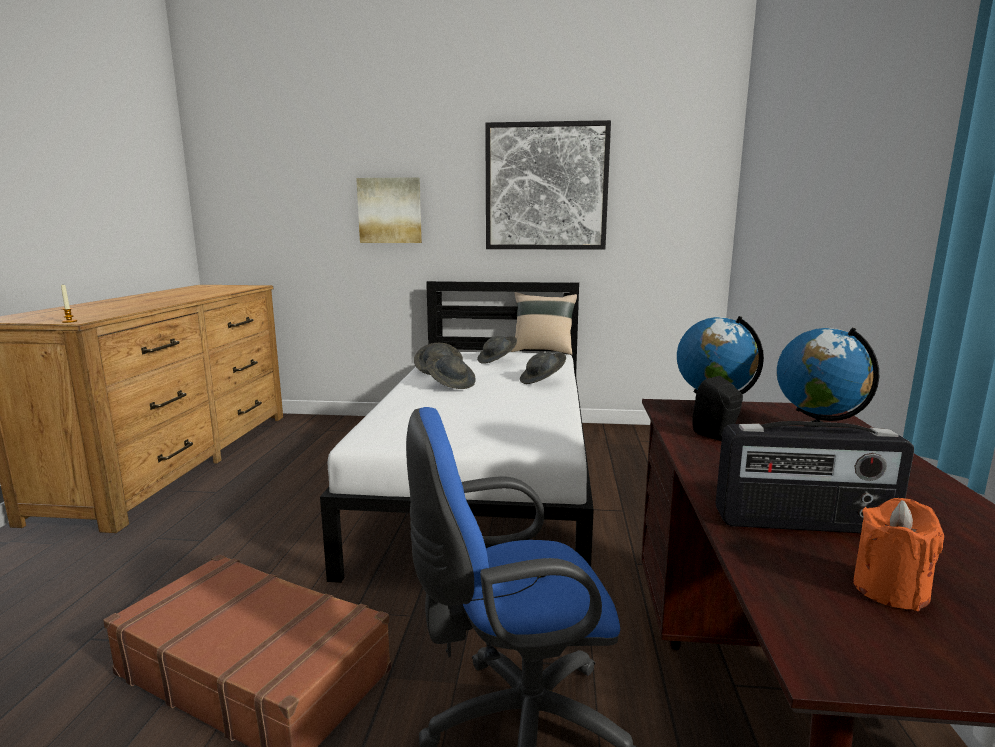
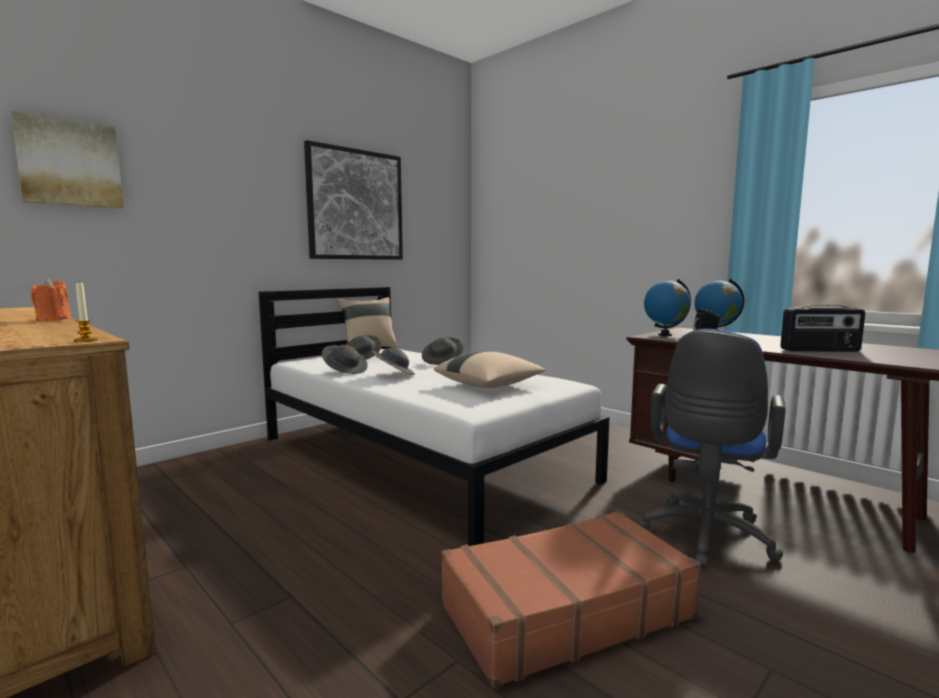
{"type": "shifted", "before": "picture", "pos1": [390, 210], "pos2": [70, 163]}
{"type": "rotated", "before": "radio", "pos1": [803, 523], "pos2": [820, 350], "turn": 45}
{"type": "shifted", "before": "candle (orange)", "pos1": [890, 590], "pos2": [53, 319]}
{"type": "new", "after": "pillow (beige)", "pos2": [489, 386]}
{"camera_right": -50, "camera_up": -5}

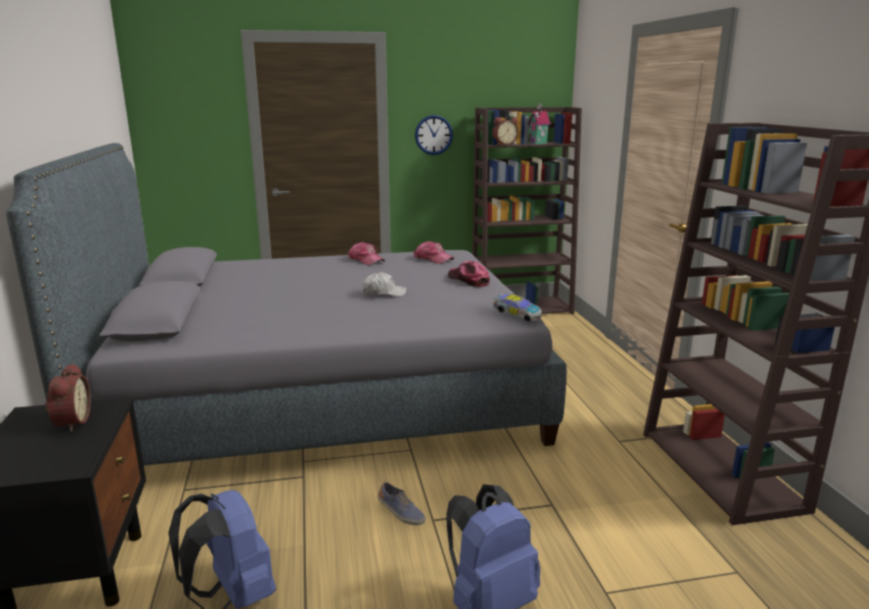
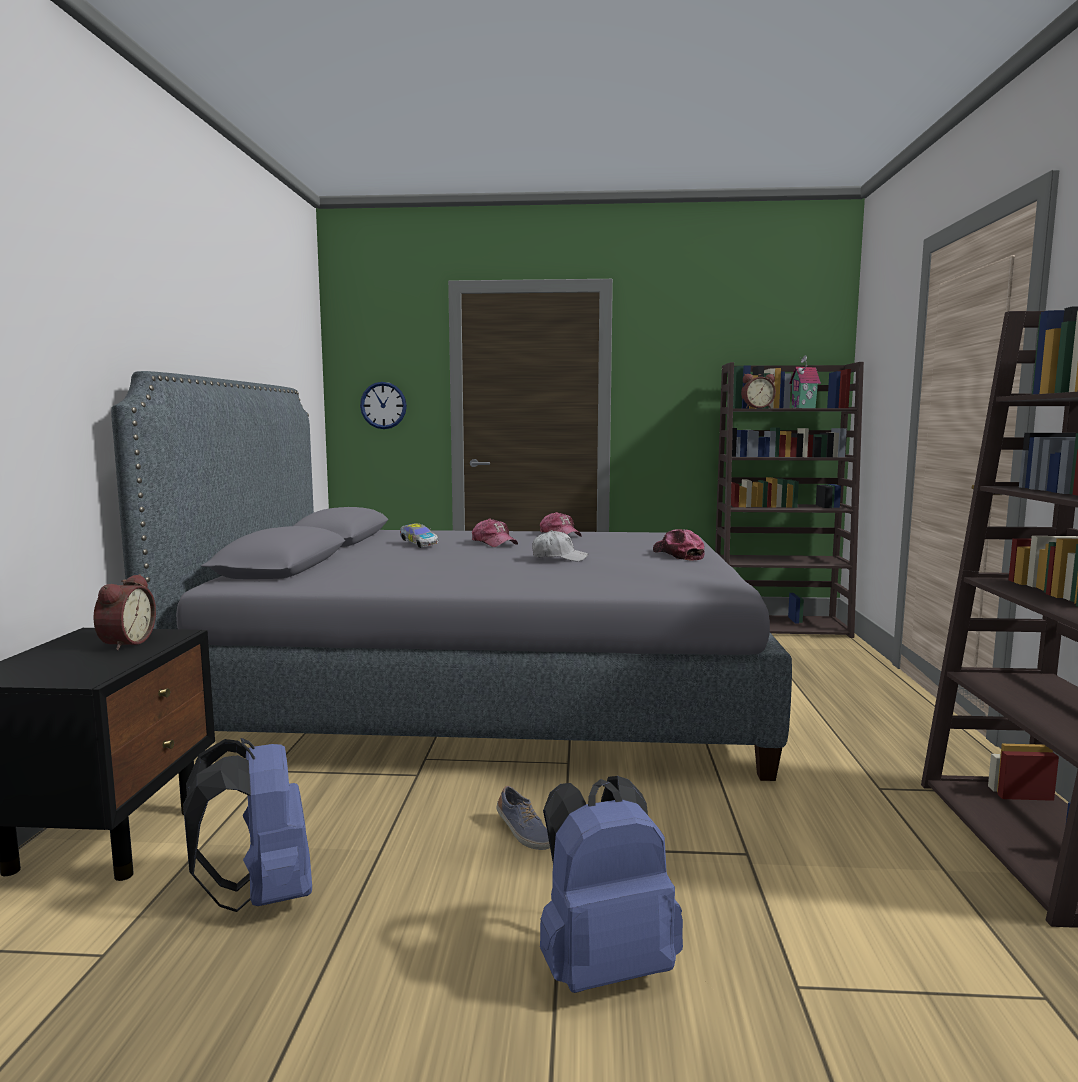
{"type": "shifted", "before": "cap", "pos1": [433, 259], "pos2": [494, 543]}
{"type": "shifted", "before": "wall clock", "pos1": [433, 135], "pos2": [383, 405]}
{"type": "shifted", "before": "toy car", "pos1": [516, 315], "pos2": [418, 544]}
{"camera_right": 15, "camera_up": -10}

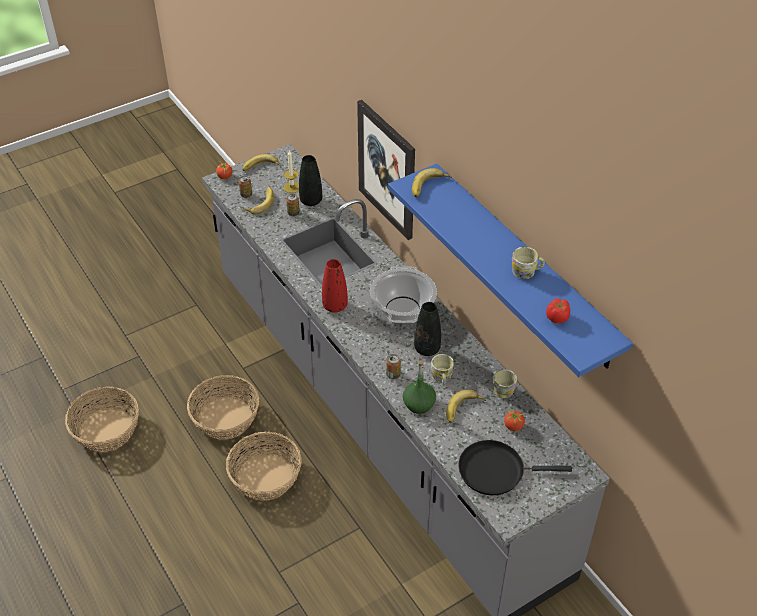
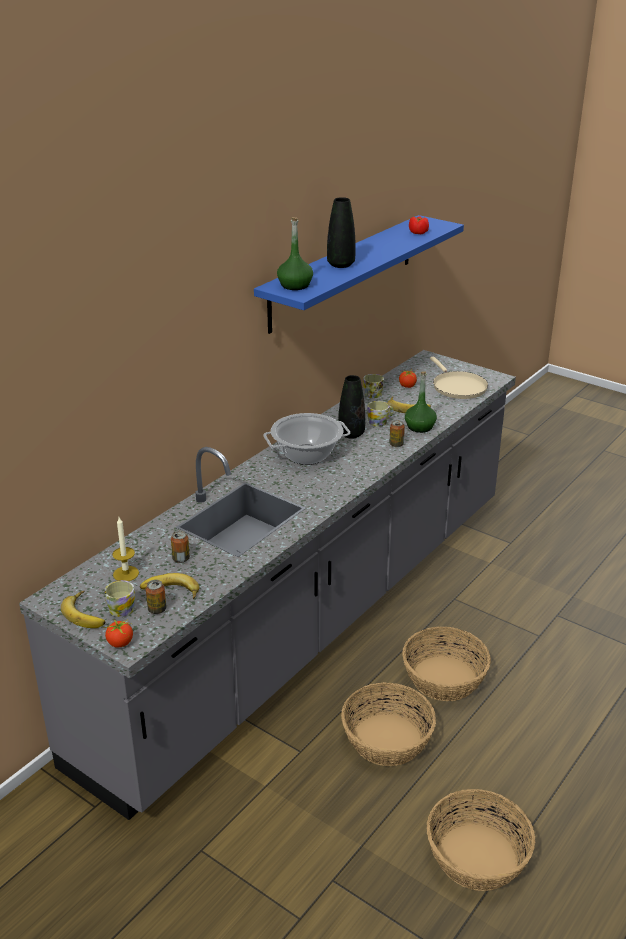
{"type": "shifted", "before": "vase (black)", "pos1": [311, 201], "pos2": [340, 265]}
{"type": "gone", "before": "vase (red)", "pos1": [335, 306]}
{"type": "gone", "before": "picture", "pos1": [387, 169]}
{"type": "swapped", "before": "banana", "after": "bottle (green)", "pos1": [430, 187], "pos2": [295, 285]}
{"type": "repainted", "before": "frying pan (black)", "after": "frying pan (beige)", "pos1": [495, 470], "pos2": [457, 387]}
{"type": "shifted", "before": "mug", "pos1": [526, 271], "pos2": [120, 607]}
{"camera_right": -110, "camera_up": -15}

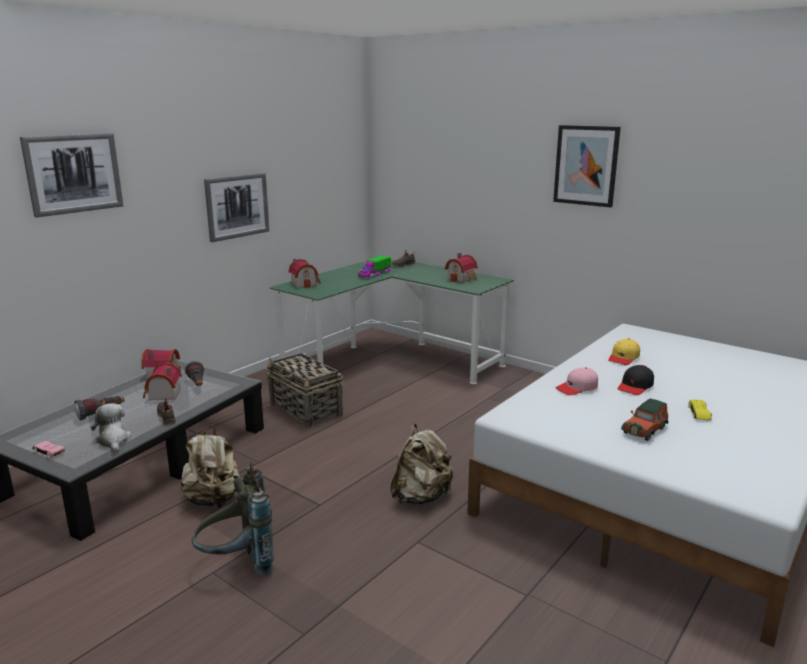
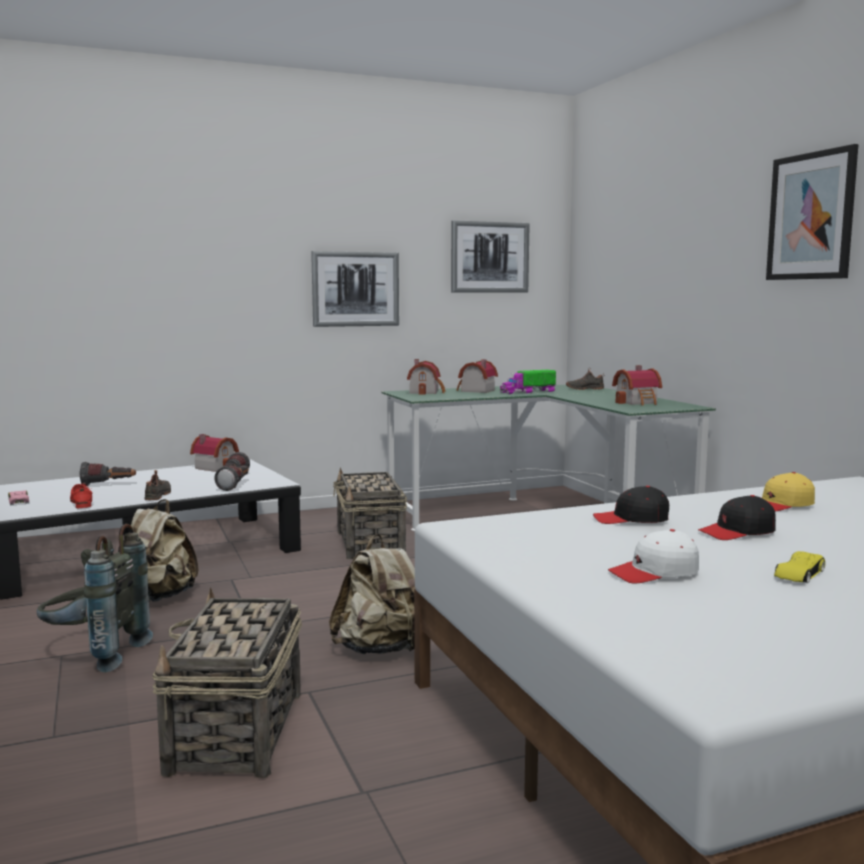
{"type": "shifted", "before": "picture", "pos1": [74, 173], "pos2": [489, 257]}
{"type": "swapped", "before": "plush toy", "after": "shoe (red)", "pos1": [113, 440], "pos2": [81, 503]}
{"type": "shifted", "before": "toy house", "pos1": [162, 395], "pos2": [475, 390]}
{"type": "repainted", "before": "cap (pink)", "after": "cap (black)", "pos1": [577, 388], "pos2": [631, 519]}
{"type": "swapped", "before": "toy car", "after": "cap (white)", "pos1": [645, 430], "pos2": [654, 572]}
{"type": "new", "after": "basket", "pos2": [236, 733]}
{"type": "new", "after": "flashlight", "pos2": [236, 486]}
{"camera_right": 30, "camera_up": -10}

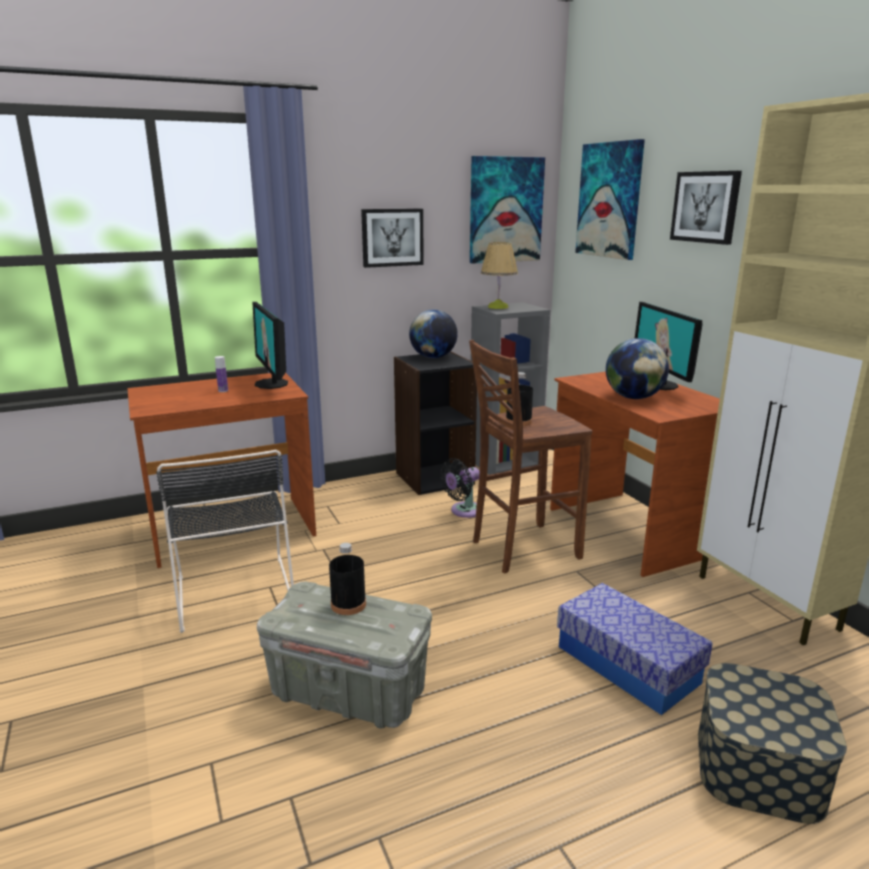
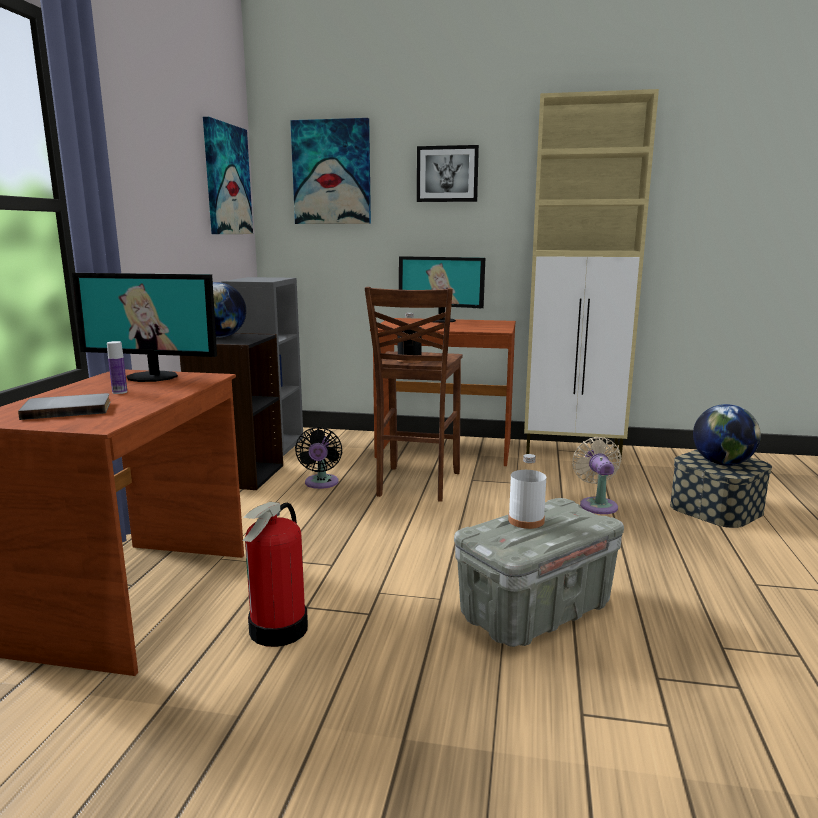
{"type": "swapped", "before": "chair (black)", "after": "fire extinguisher", "pos1": [234, 589], "pos2": [279, 629]}
{"type": "repainted", "before": "bottle (black)", "after": "bottle (white)", "pos1": [348, 604], "pos2": [526, 520]}
{"type": "gone", "before": "picture", "pos1": [392, 237]}
{"type": "gone", "before": "table lamp", "pos1": [498, 307]}
{"type": "swapped", "before": "storage box", "after": "fan (beige)", "pos1": [627, 664], "pos2": [597, 504]}
{"type": "shifted", "before": "globe", "pos1": [633, 397], "pos2": [722, 463]}
{"type": "new", "after": "book (grey)", "pos2": [68, 409]}
{"camera_right": -55, "camera_up": -5}

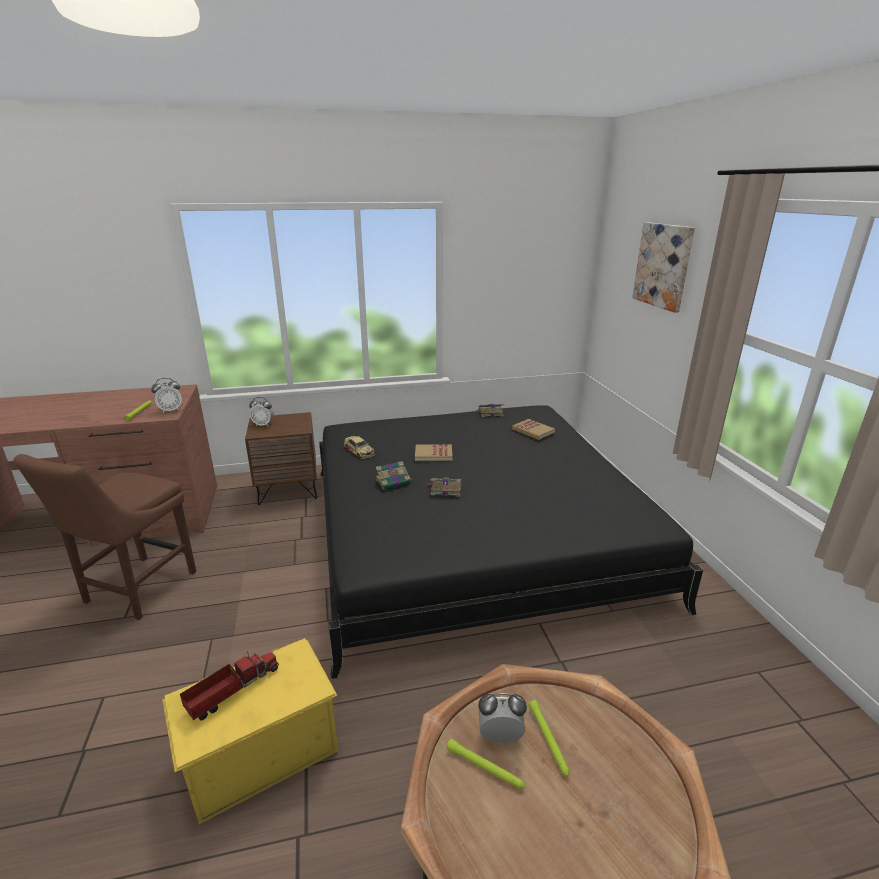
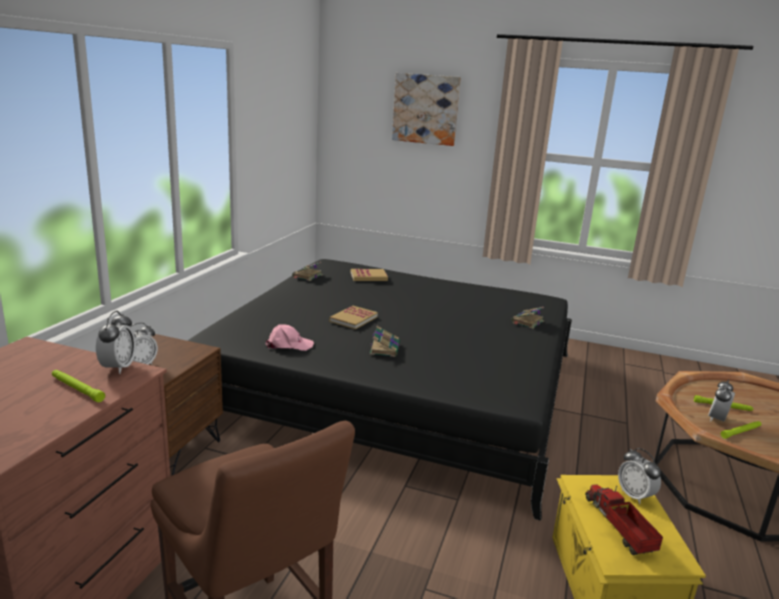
{"type": "swapped", "before": "toy car", "after": "cap (pink)", "pos1": [359, 451], "pos2": [288, 345]}
{"type": "shifted", "before": "book", "pos1": [445, 489], "pos2": [527, 322]}
{"type": "new", "after": "alarm clock", "pos2": [635, 496]}
{"camera_right": -60, "camera_up": -5}

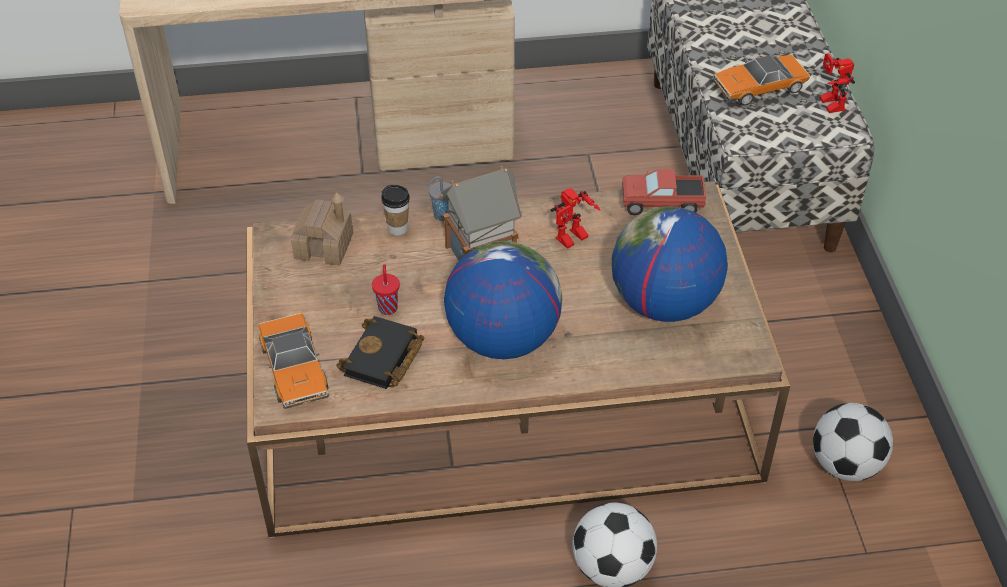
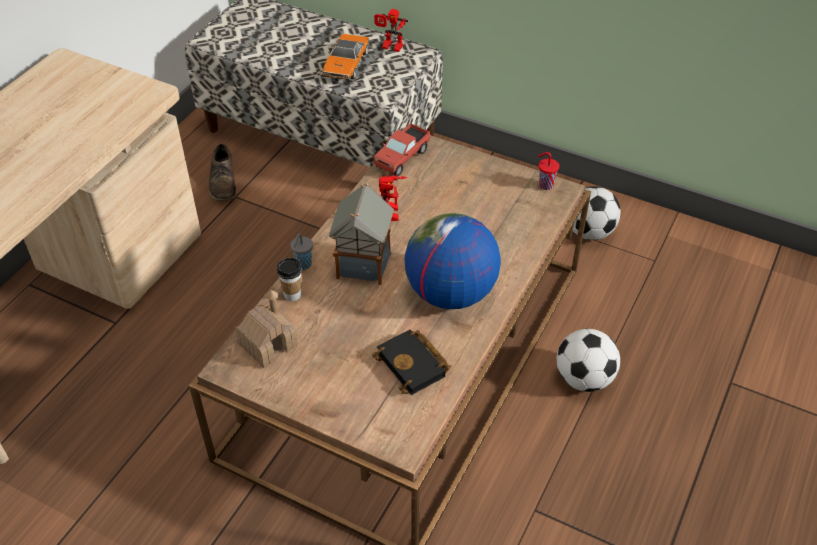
{"type": "gone", "before": "toy car", "pos1": [294, 370]}
{"type": "shifted", "before": "cup (red)", "pos1": [388, 307], "pos2": [545, 185]}
{"type": "gone", "before": "globe", "pos1": [663, 303]}
{"type": "new", "after": "shoe (brown)", "pos2": [223, 182]}
{"camera_right": -55, "camera_up": 0}

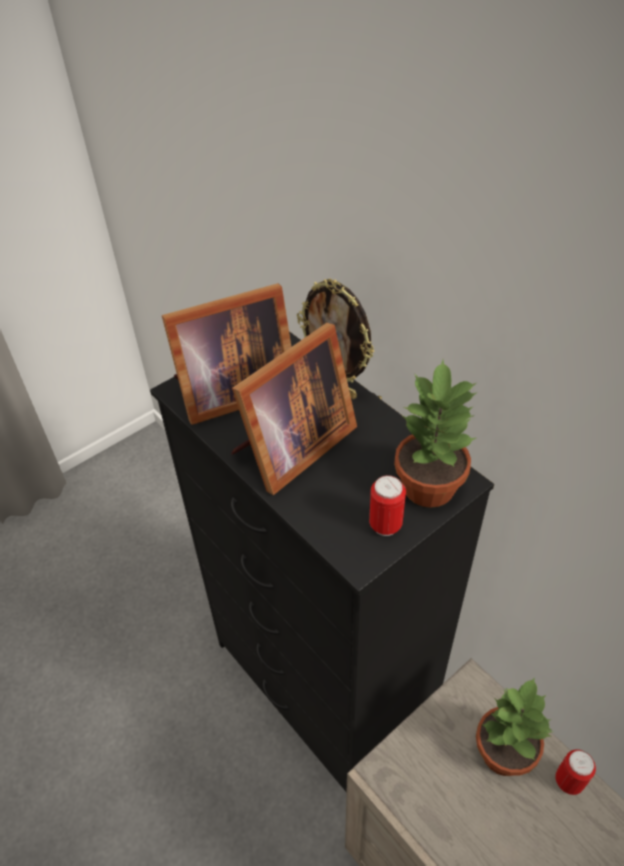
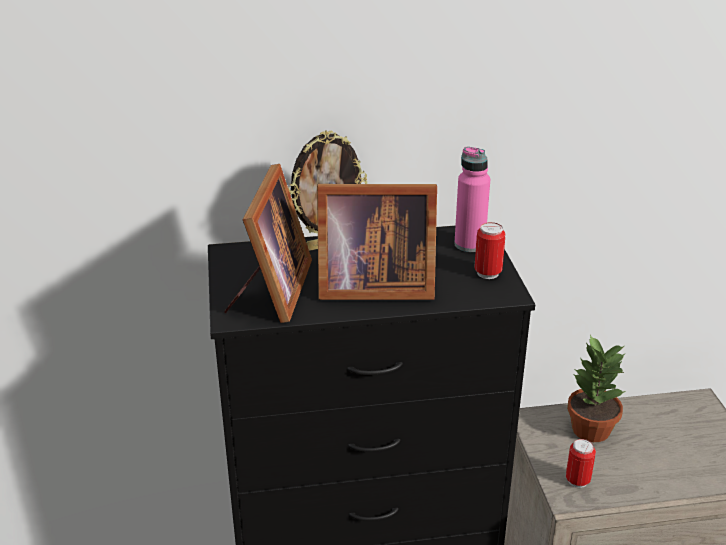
{"type": "rotated", "before": "picture frame", "pos1": [291, 449], "pos2": [371, 285], "turn": 105}
{"type": "swapped", "before": "potted plant", "after": "bottle (pink)", "pos1": [430, 486], "pos2": [469, 244]}
{"type": "shifted", "before": "can", "pos1": [568, 781], "pos2": [577, 481]}
{"camera_right": -60, "camera_up": -15}

